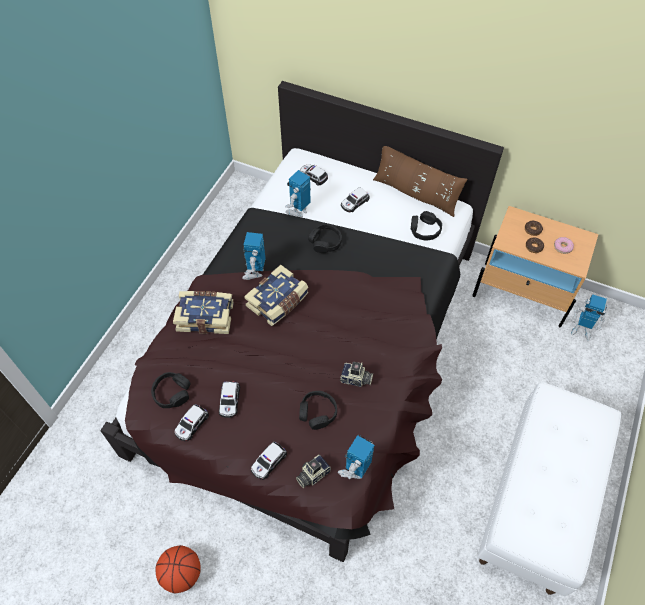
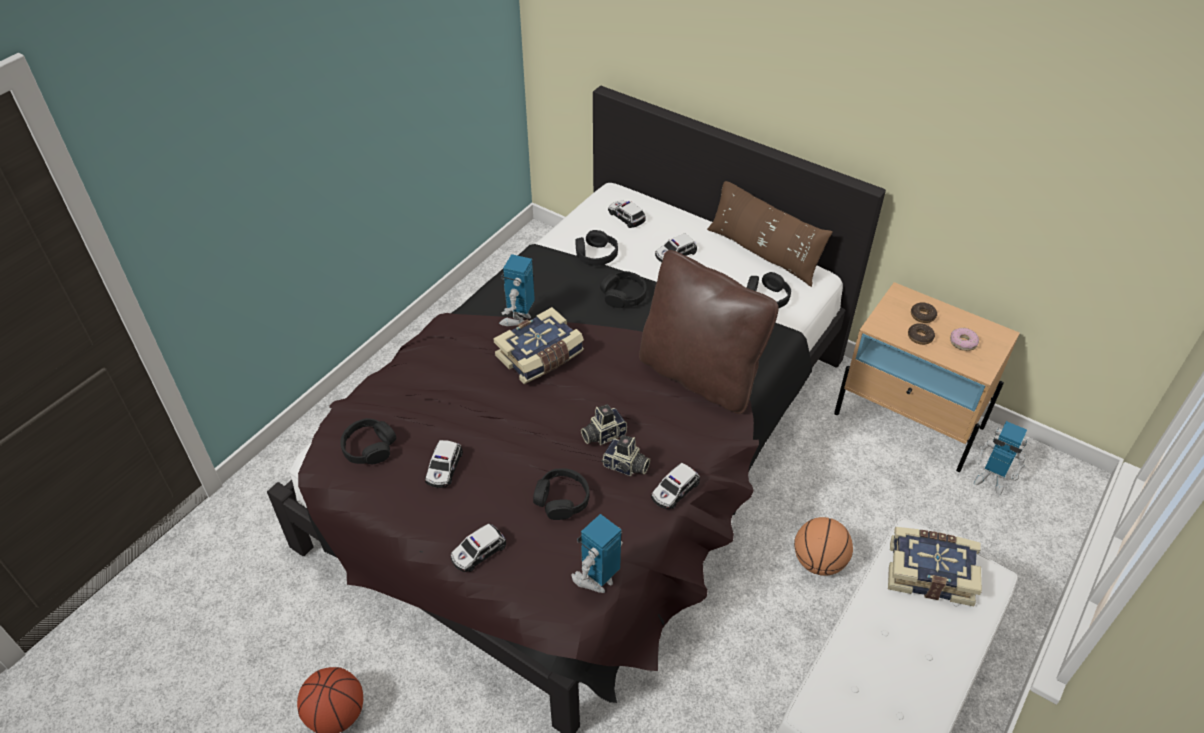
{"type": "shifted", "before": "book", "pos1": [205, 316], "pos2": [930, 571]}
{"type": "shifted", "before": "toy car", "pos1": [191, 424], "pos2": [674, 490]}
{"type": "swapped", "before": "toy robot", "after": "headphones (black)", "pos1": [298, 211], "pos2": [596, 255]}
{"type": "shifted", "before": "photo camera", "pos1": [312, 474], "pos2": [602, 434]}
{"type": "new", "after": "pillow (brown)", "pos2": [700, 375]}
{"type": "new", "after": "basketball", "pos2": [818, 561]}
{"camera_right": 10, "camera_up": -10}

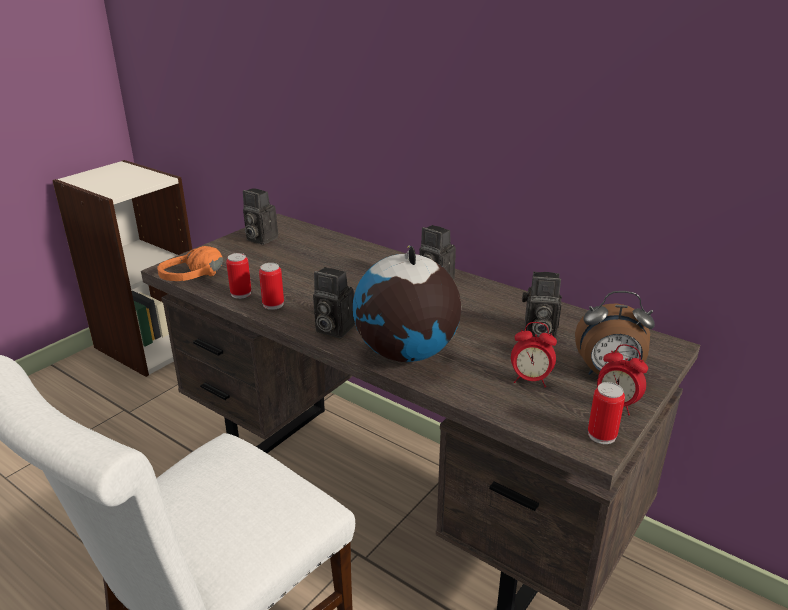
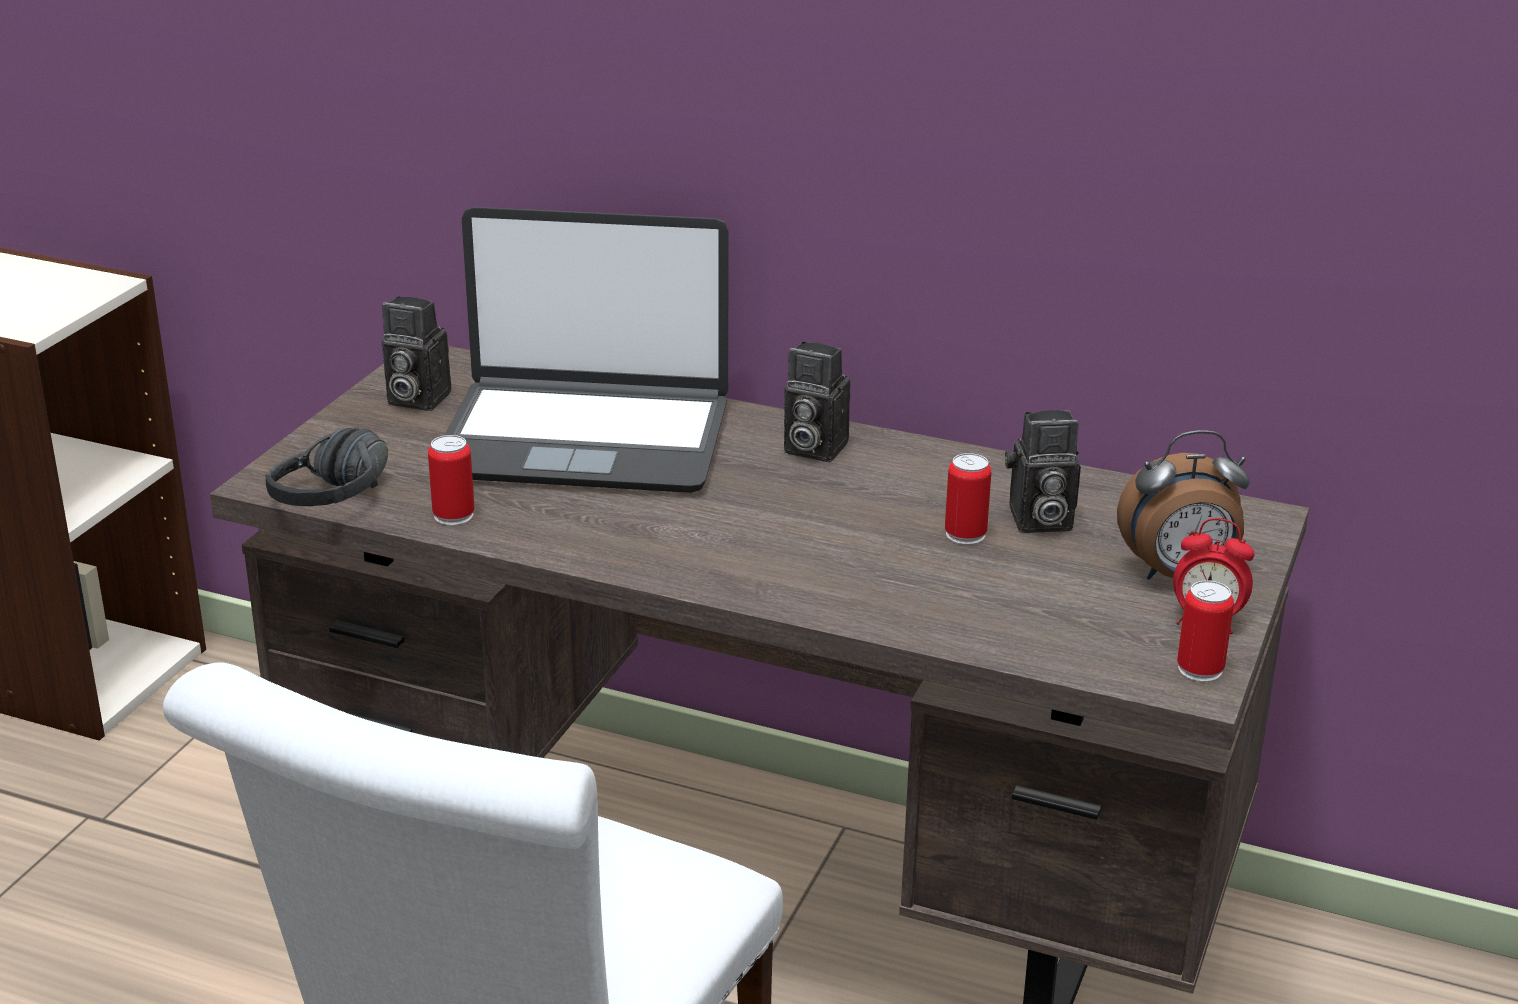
{"type": "repainted", "before": "headphones (orange)", "after": "headphones (black)", "pos1": [198, 281], "pos2": [349, 500]}
{"type": "shifted", "before": "can", "pos1": [273, 304], "pos2": [965, 534]}
{"type": "gone", "before": "photo camera", "pos1": [332, 329]}
{"type": "gone", "before": "globe", "pos1": [406, 353]}
{"type": "gone", "before": "alarm clock", "pos1": [530, 380]}
{"type": "new", "after": "laptop", "pos2": [585, 439]}
{"camera_right": -15, "camera_up": 0}

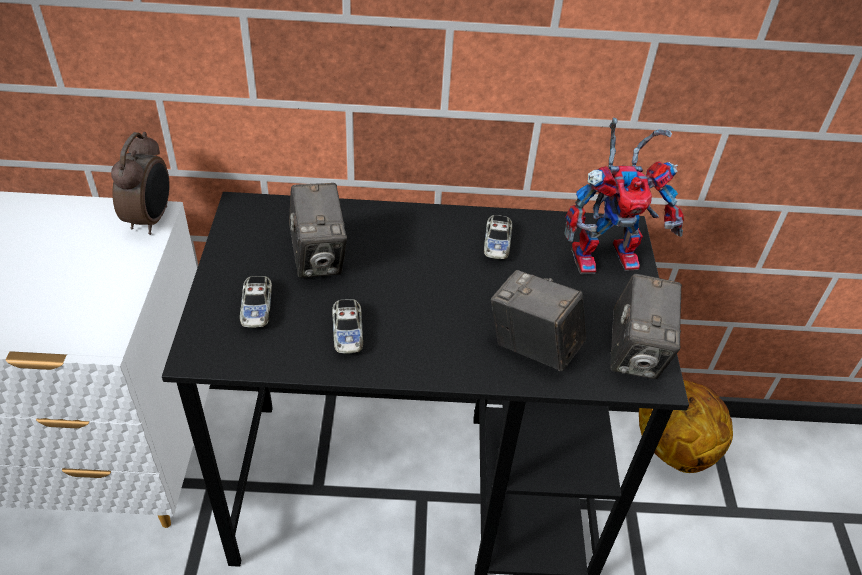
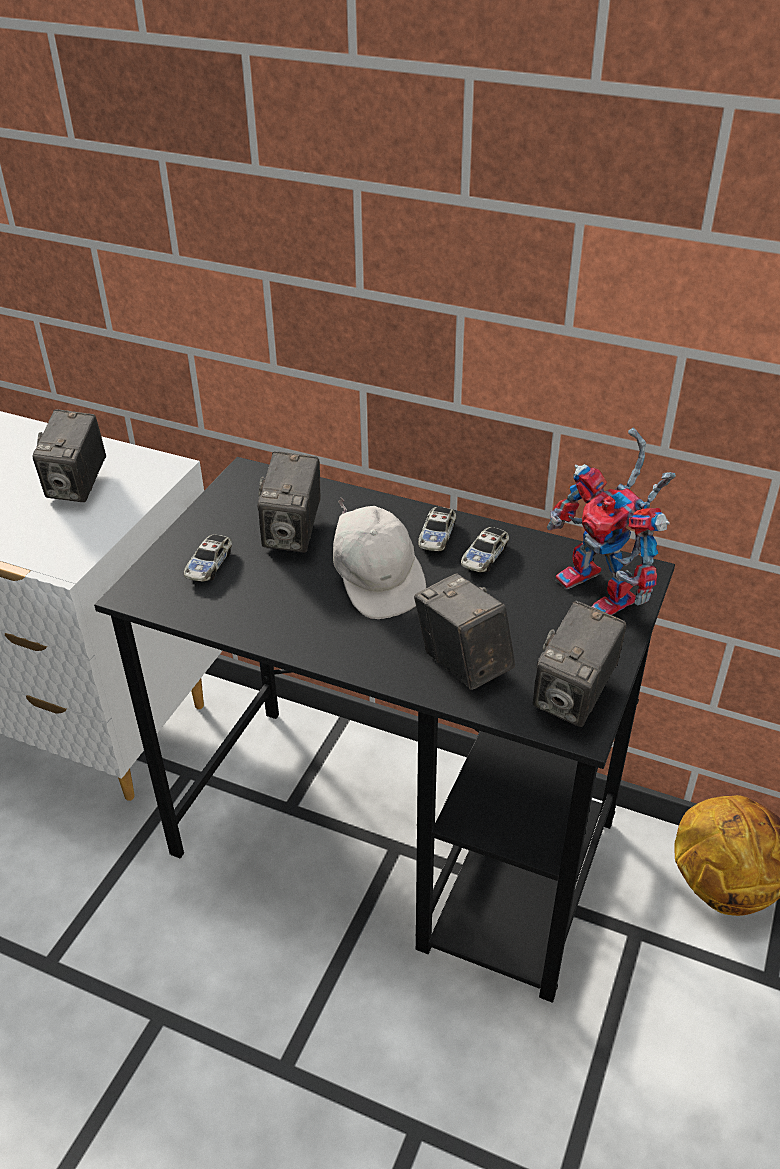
{"type": "gone", "before": "alarm clock", "pos1": [151, 219]}
{"type": "shifted", "before": "toy car", "pos1": [348, 332], "pos2": [437, 537]}
{"type": "rotated", "before": "toy robot", "pos1": [608, 254], "pos2": [605, 593], "turn": 45}
{"type": "new", "after": "photo camera", "pos2": [78, 486]}
{"type": "new", "after": "cap (white)", "pos2": [377, 581]}
{"camera_right": 25, "camera_up": -5}

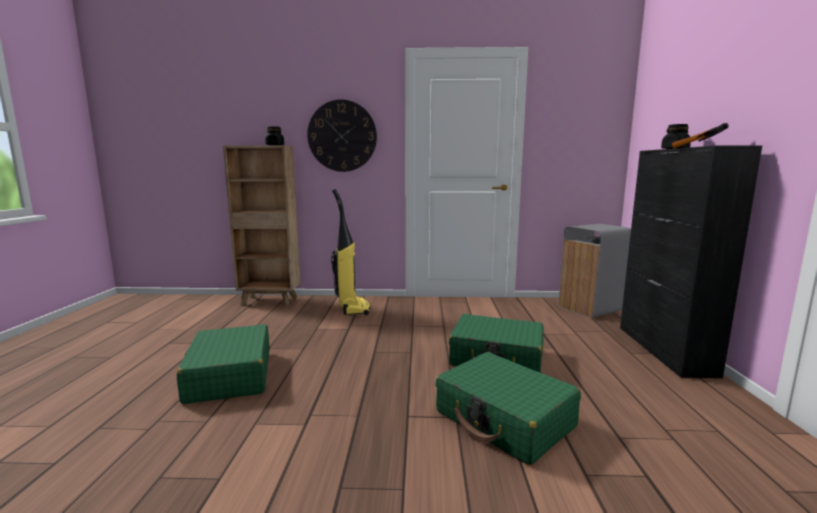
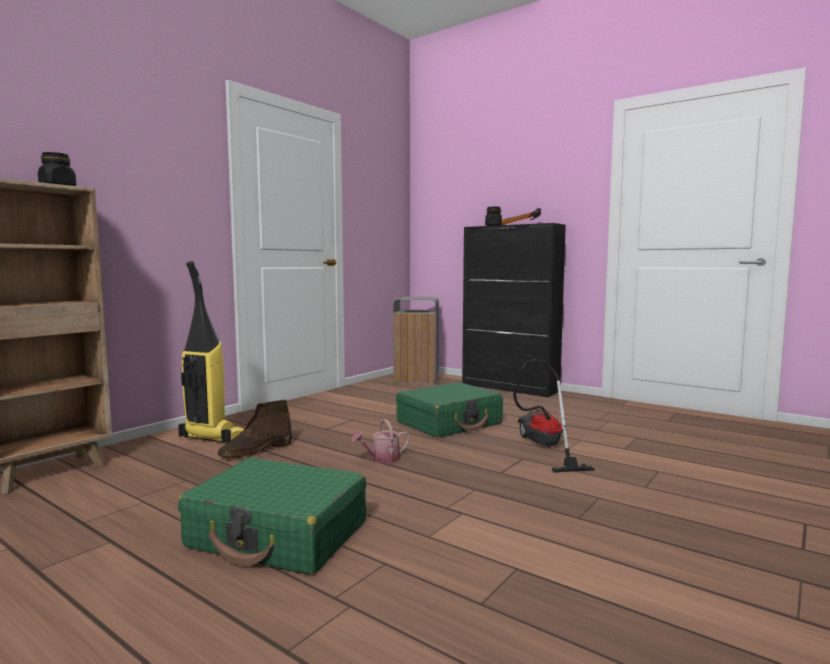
{"type": "gone", "before": "wall clock", "pos1": [342, 136]}
{"type": "swapped", "before": "suitcase (green)", "after": "vacuum cleaner", "pos1": [504, 419], "pos2": [543, 447]}
{"type": "new", "after": "boot (brown)", "pos2": [255, 451]}
{"type": "new", "after": "watering can", "pos2": [382, 459]}
{"camera_right": -55, "camera_up": -5}

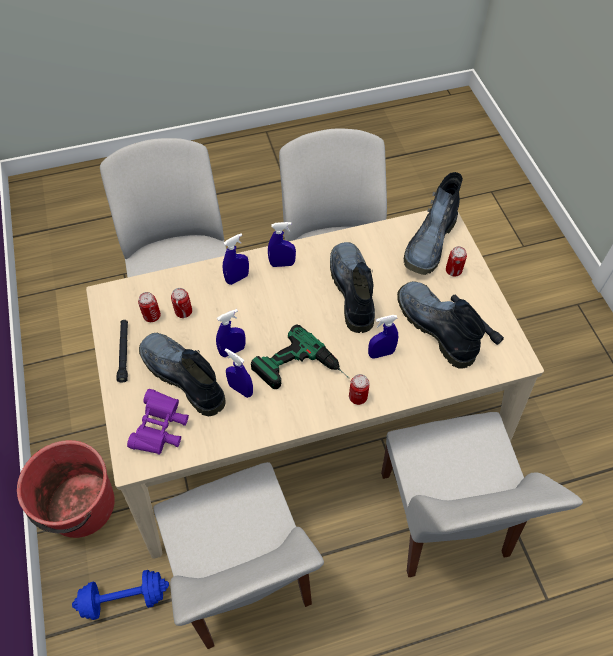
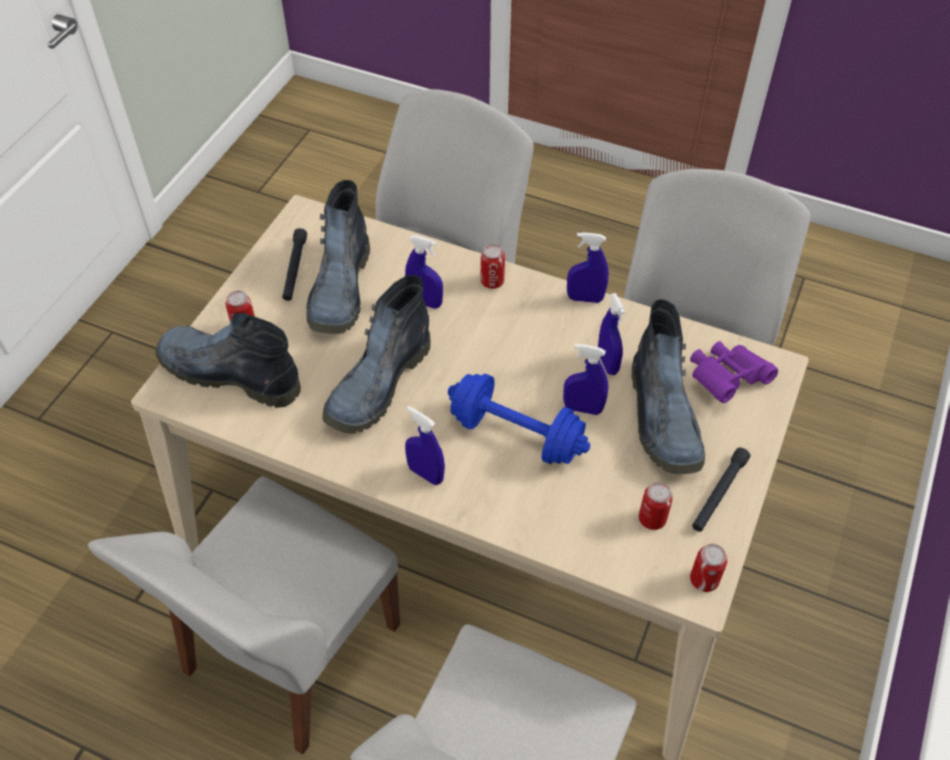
{"type": "gone", "before": "bucket (red)", "pos1": [81, 506]}
{"type": "shifted", "before": "dumbbell (blue)", "pos1": [124, 598], "pos2": [516, 434]}
{"type": "shifted", "before": "can", "pos1": [183, 312], "pos2": [704, 580]}
{"type": "shifted", "before": "spray bottle (blue)", "pos1": [237, 278], "pos2": [585, 298]}
{"type": "gone", "before": "power drill", "pos1": [302, 372]}
{"type": "rotated", "before": "boot", "pos1": [430, 244], "pos2": [227, 373], "turn": -135}
{"camera_right": -140, "camera_up": -5}

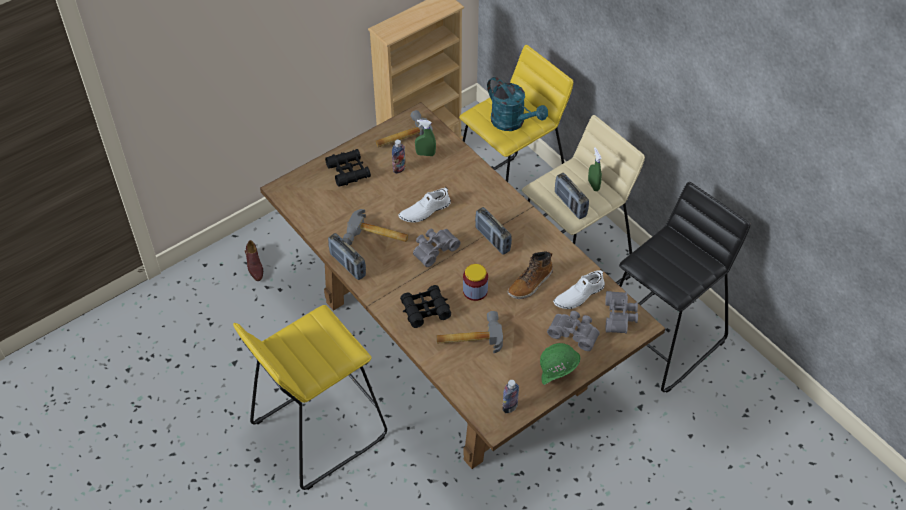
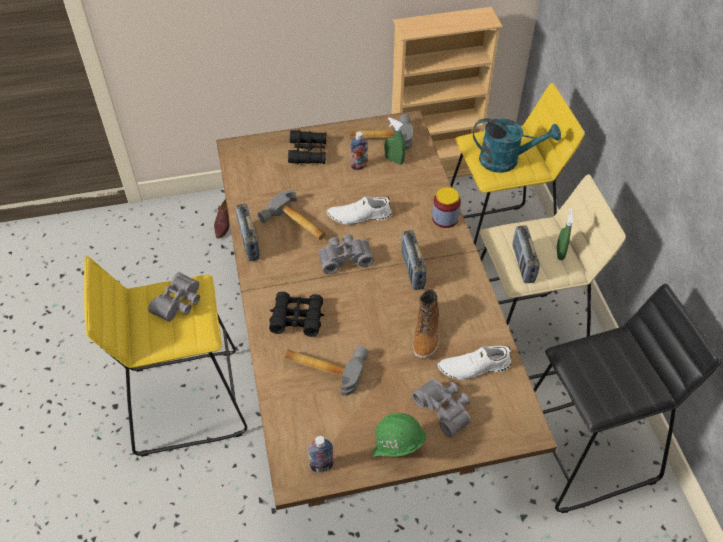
{"type": "shifted", "before": "jar", "pos1": [475, 291], "pos2": [445, 218]}
{"type": "rotated", "before": "watering can (turquoise)", "pos1": [513, 123], "pos2": [506, 160], "turn": -60}
{"type": "rotated", "before": "boot", "pos1": [530, 283], "pos2": [426, 332], "turn": -60}
{"type": "shifted", "before": "binoculars (grey)", "pos1": [620, 316], "pos2": [180, 303]}
{"camera_right": 25, "camera_up": 0}

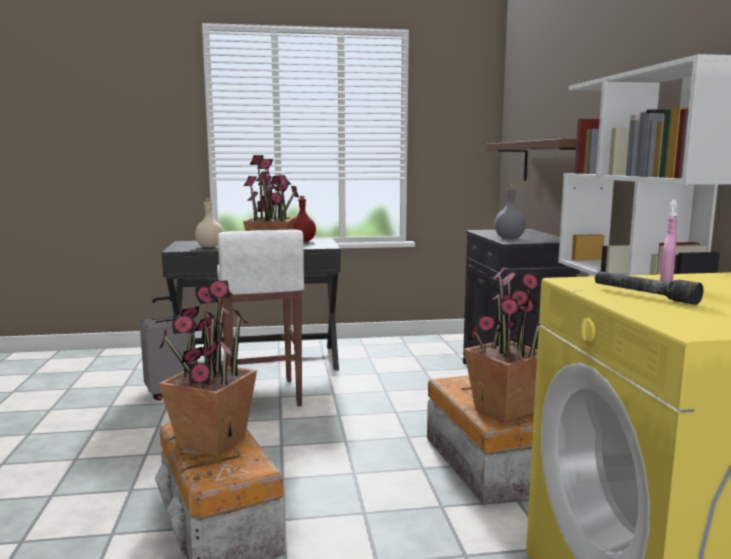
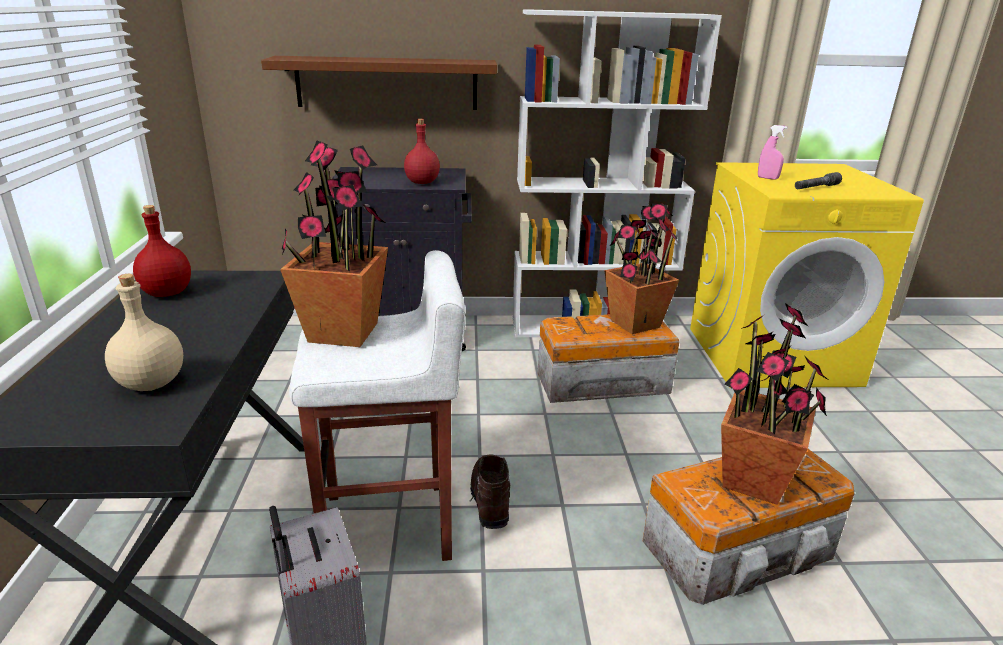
{"type": "repainted", "before": "bottle (grey)", "after": "bottle (red)", "pos1": [509, 238], "pos2": [421, 182]}
{"type": "new", "after": "boot (brown)", "pos2": [489, 500]}
{"camera_right": -85, "camera_up": 15}

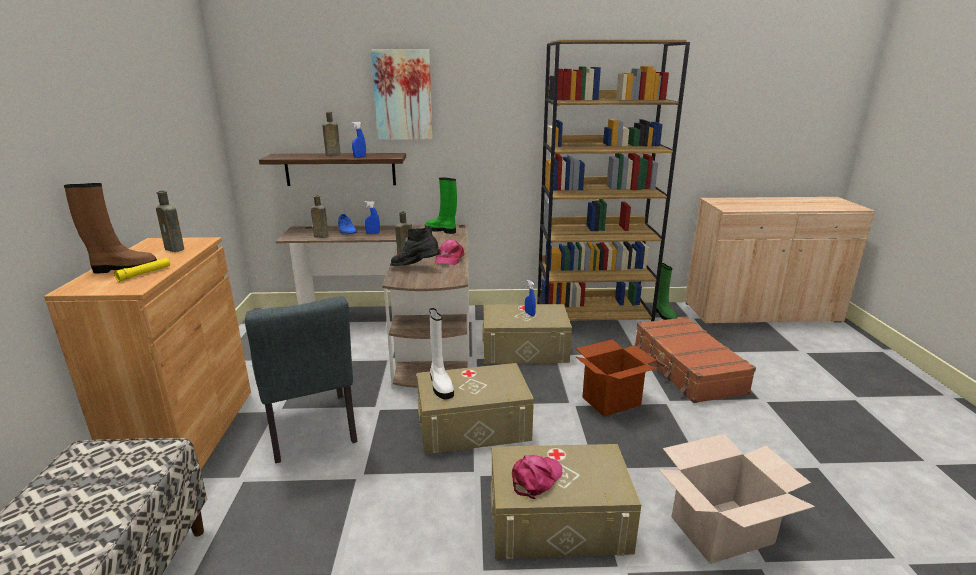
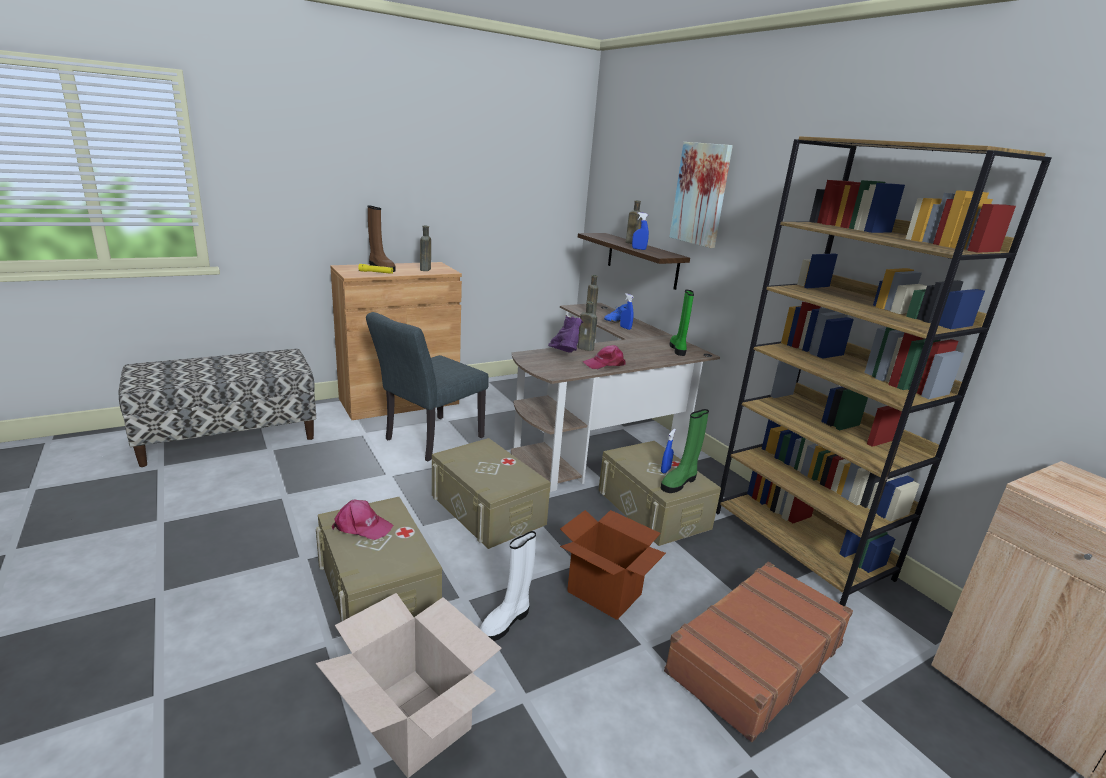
{"type": "repainted", "before": "boot (black)", "after": "boot (purple)", "pos1": [416, 268], "pos2": [563, 356]}
{"type": "shifted", "before": "boot (white)", "pos1": [440, 385], "pos2": [506, 622]}
{"type": "shifted", "before": "boot (green)", "pos1": [664, 315], "pos2": [679, 482]}
{"camera_right": 60, "camera_up": 0}

